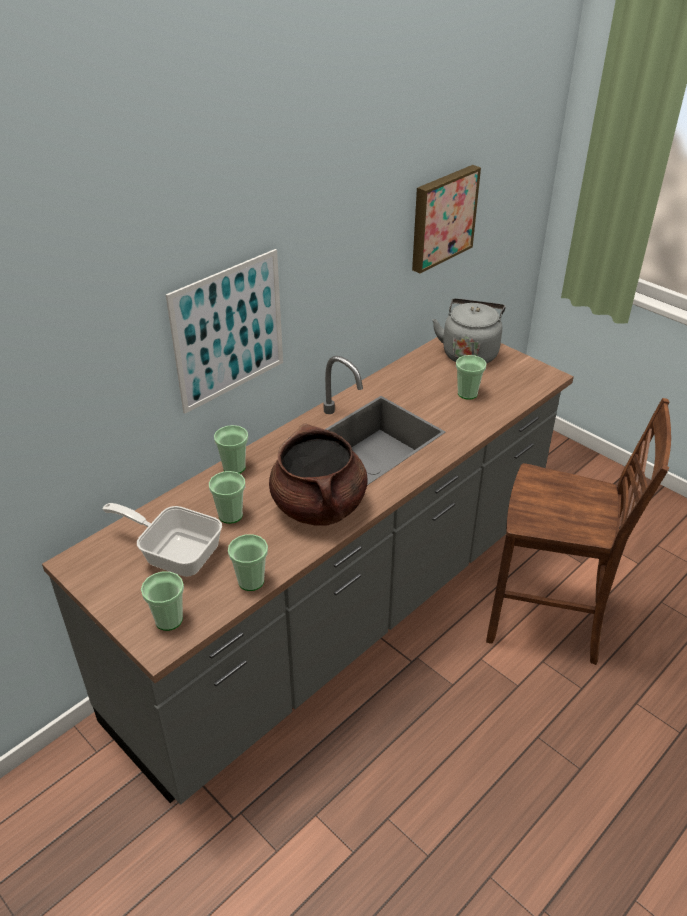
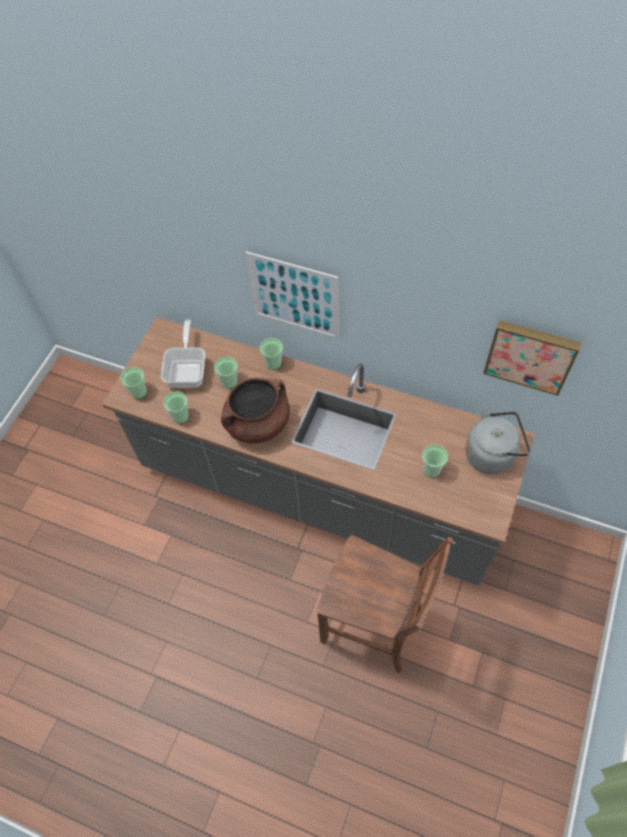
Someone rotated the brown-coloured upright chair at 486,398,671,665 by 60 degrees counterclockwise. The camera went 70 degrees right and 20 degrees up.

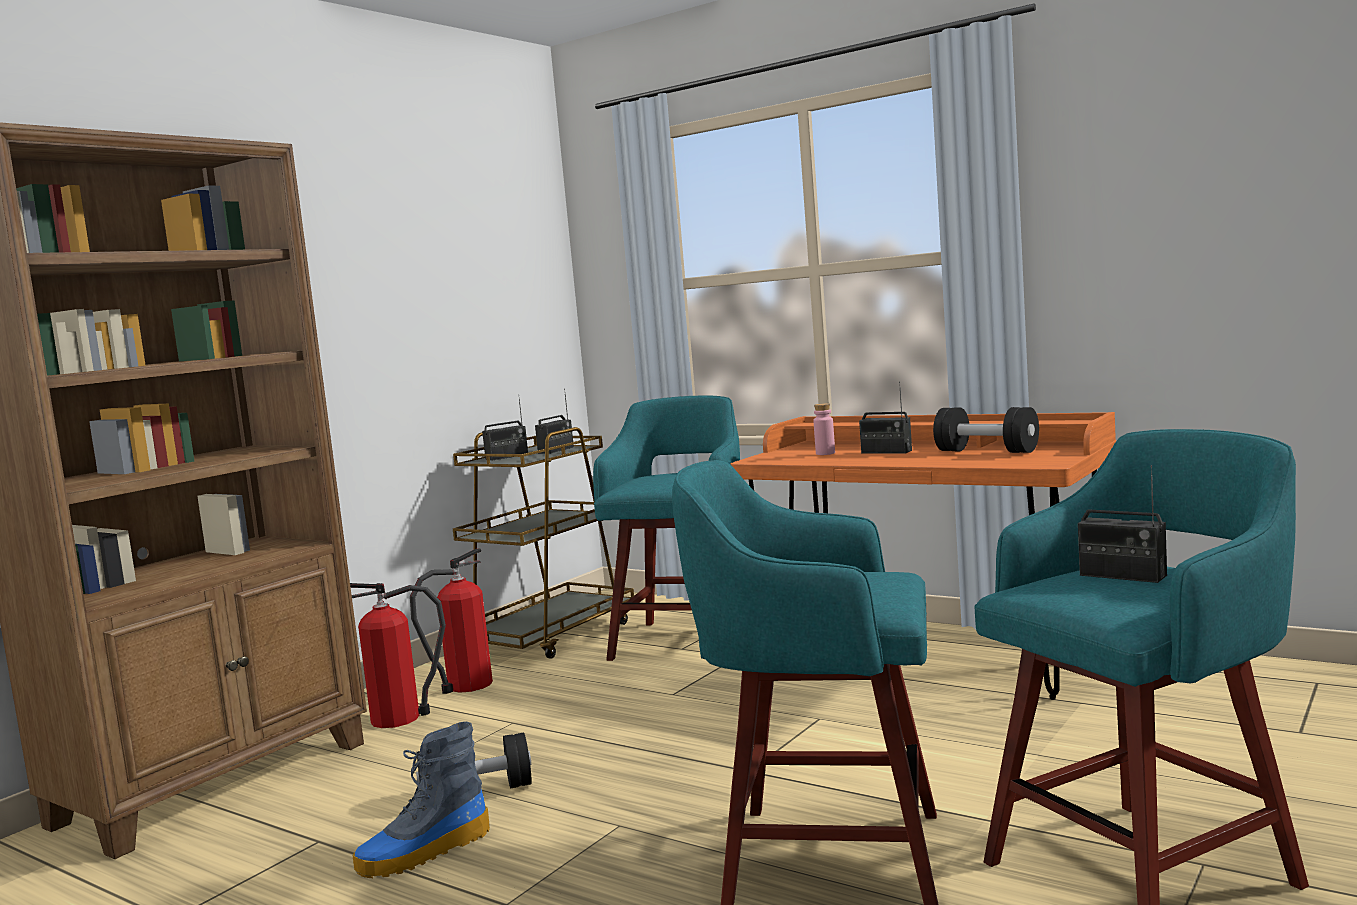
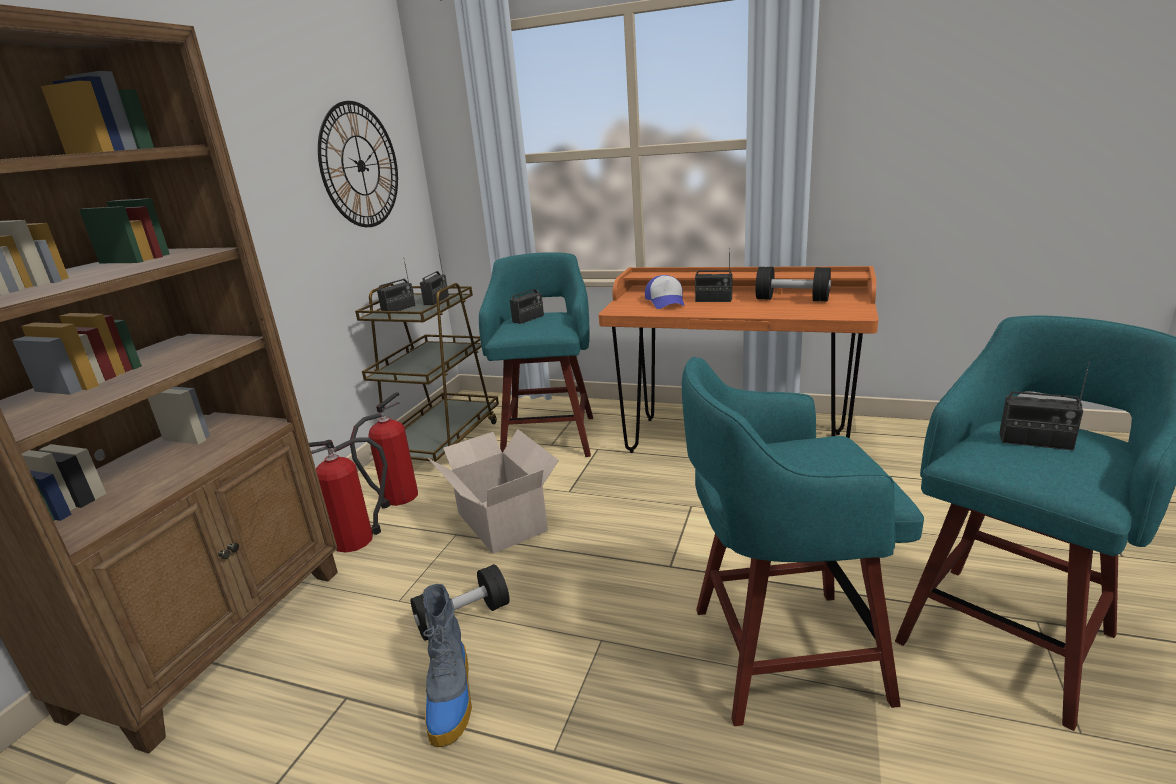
Someone put up the wall clock at 318,101,398,227. Someone rotated the high-top boot at 353,721,490,878 by 45 degrees counterclockwise. Someone put down the carton at 428,429,559,554. Someone put down the radio receiver at 510,268,544,324. Someone swapped the pink drink bottle at 813,403,835,455 for the peaked cap at 645,275,685,309. The camera went 15 degrees left and 15 degrees up.

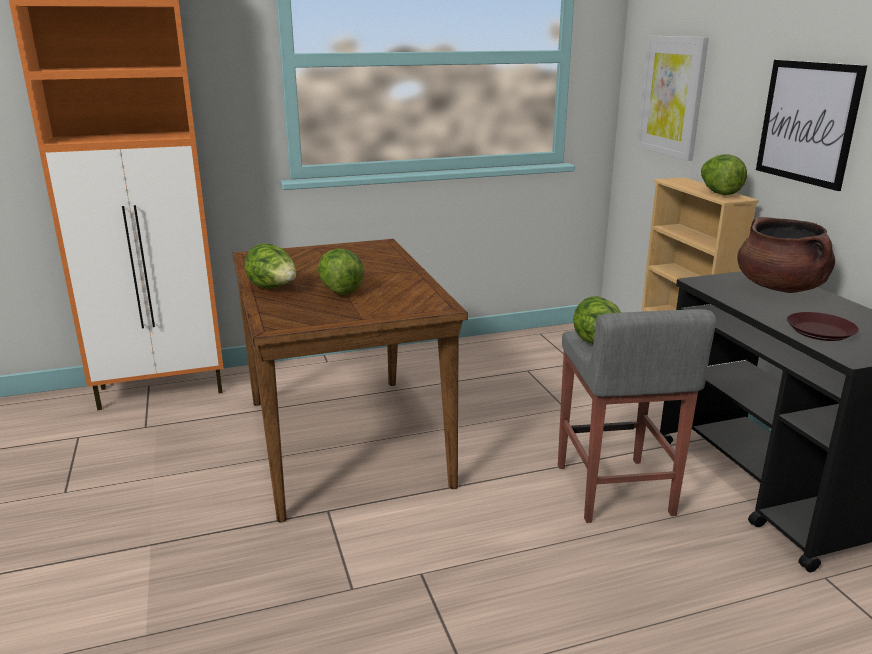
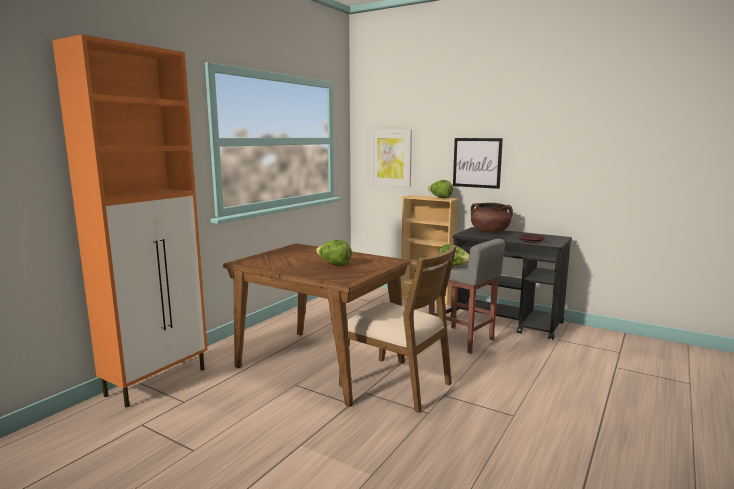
Someone put down the brown-coloured upright chair at 339,245,457,413. Someone took away the head of lettuce at 245,244,296,288. The camera went 40 degrees left and 10 degrees down.

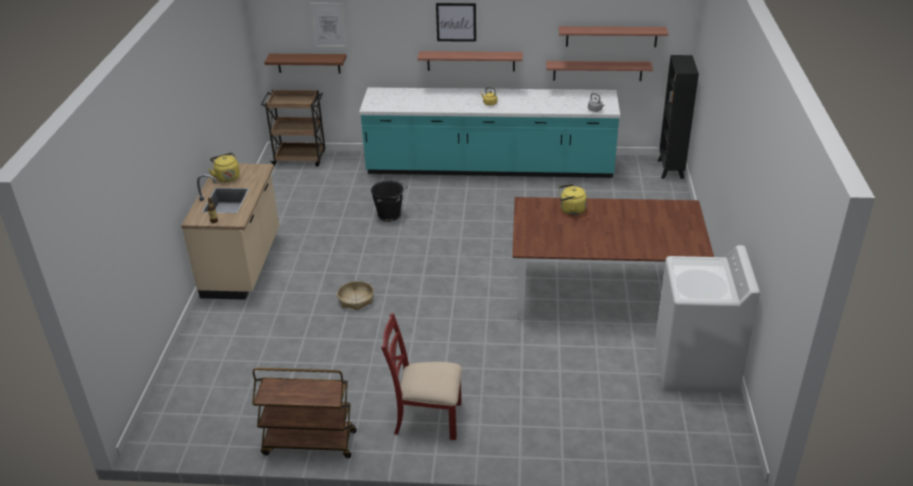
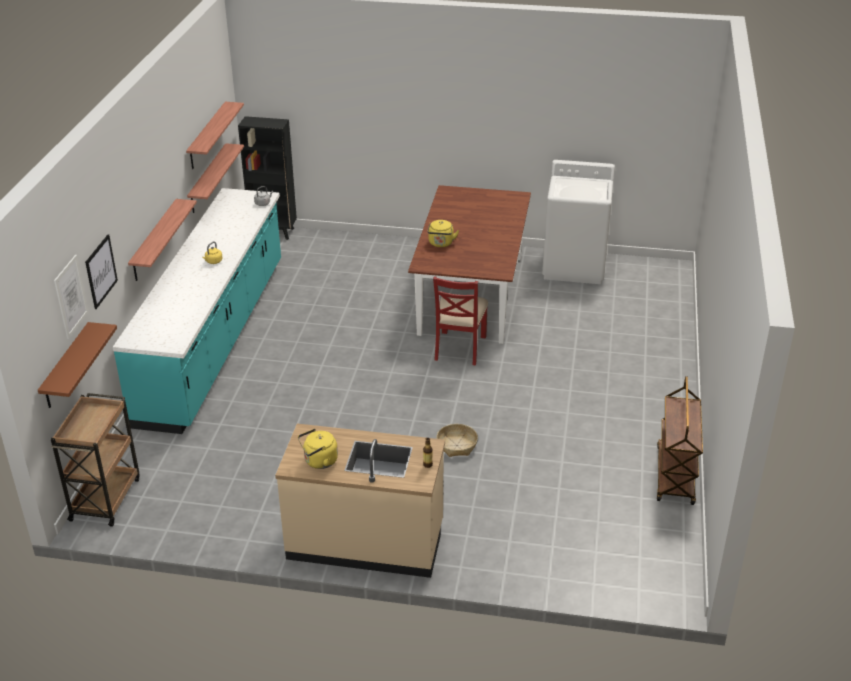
Someone carried the wall picture from 436,3,476,42 to 85,235,118,309. Someone carried the red upright chair from 381,313,462,440 to 433,276,488,365. Someone took away the black pail at 371,180,407,222. The camera went 85 degrees left and 0 degrees up.

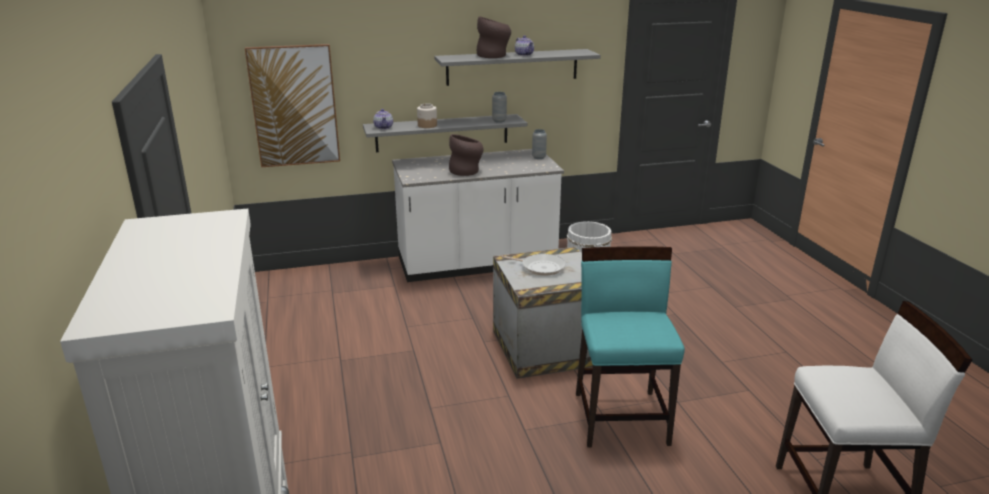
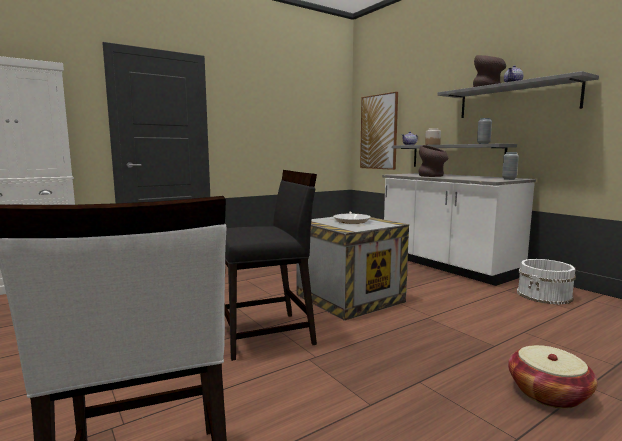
Someone repainted the turquoise upright chair at 576,246,685,448, which became the black upright chair at 225,170,317,361. Someone put down the storage basket at 508,345,598,409. The camera went 70 degrees right and 15 degrees down.

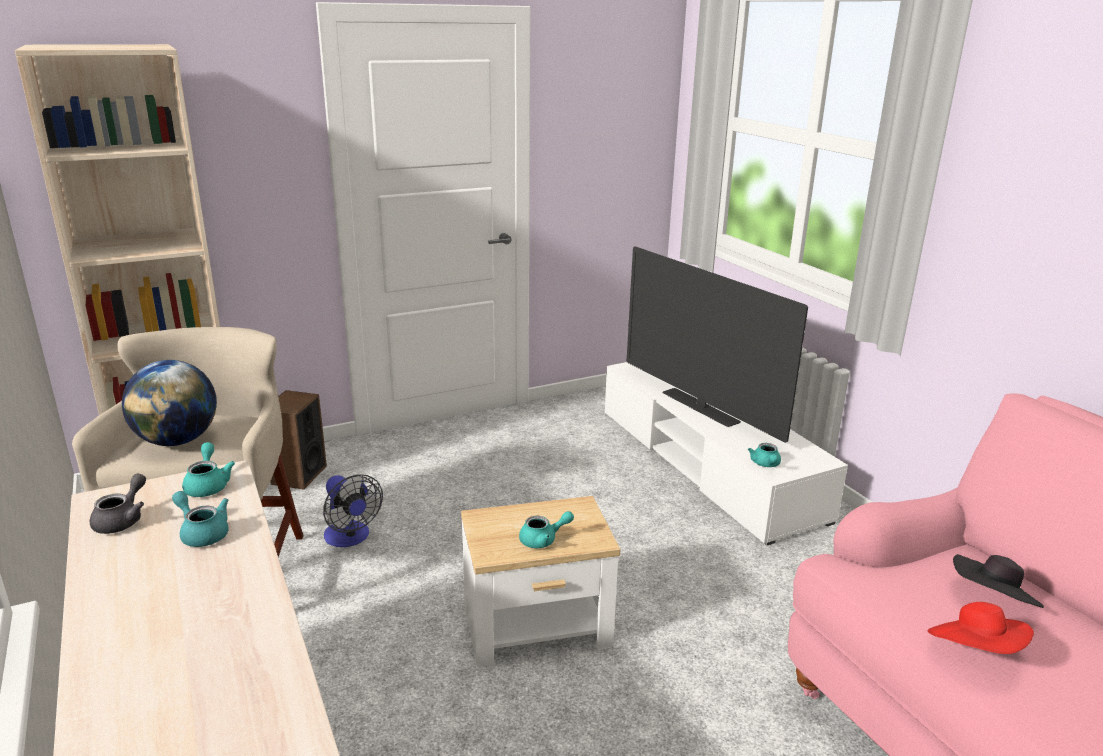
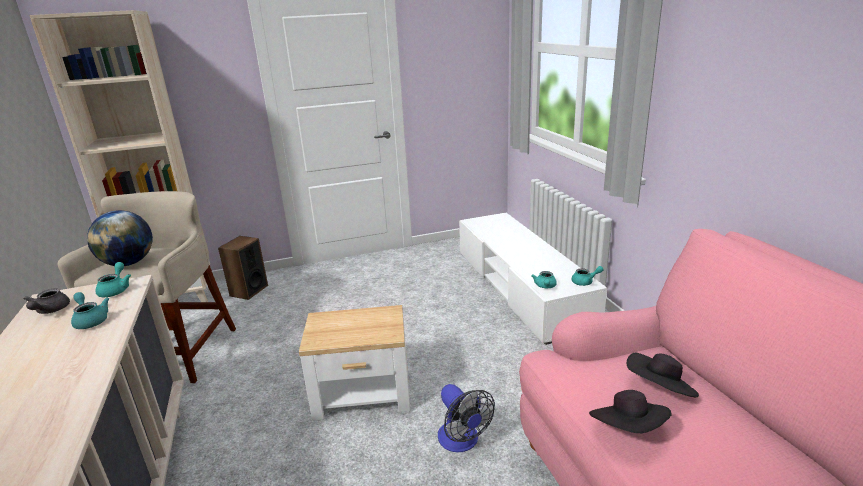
Someone rotated the greyish pot for tea at 90,474,146,534 by 150 degrees clockwise. Someone carried the fan from 323,474,383,547 to 438,384,495,452. Someone carried the turquoise pot for tea from 519,511,574,548 to 572,266,604,286. Someone repainted the red clothing hat at 928,602,1034,654, which became the black clothing hat at 589,390,671,433. Someone took away the TV set at 627,246,808,443. The camera went 10 degrees right and 0 degrees up.

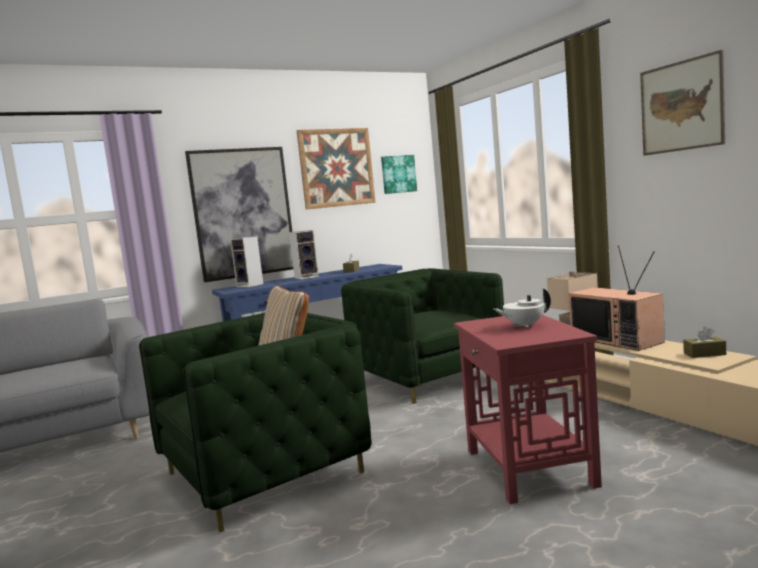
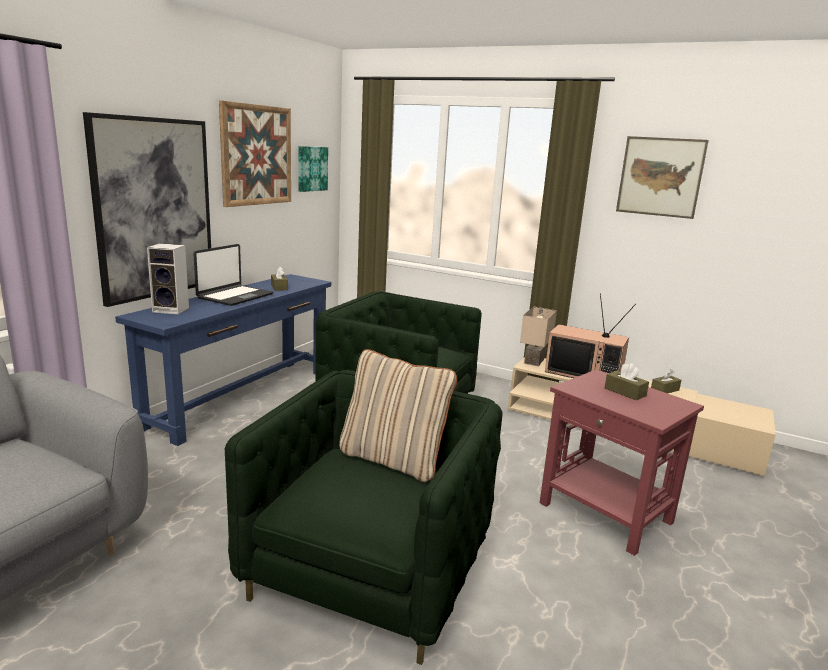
Someone swapped the speaker at 289,230,319,280 for the laptop at 194,244,273,306. Someone swapped the white pot for tea at 494,288,551,328 for the brown-coloured tissue box at 605,363,649,400. The camera went 35 degrees left and 10 degrees up.

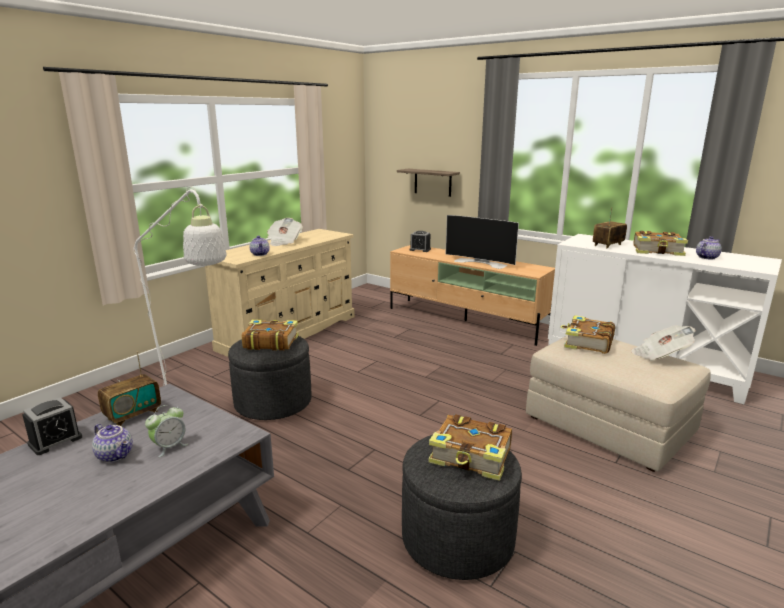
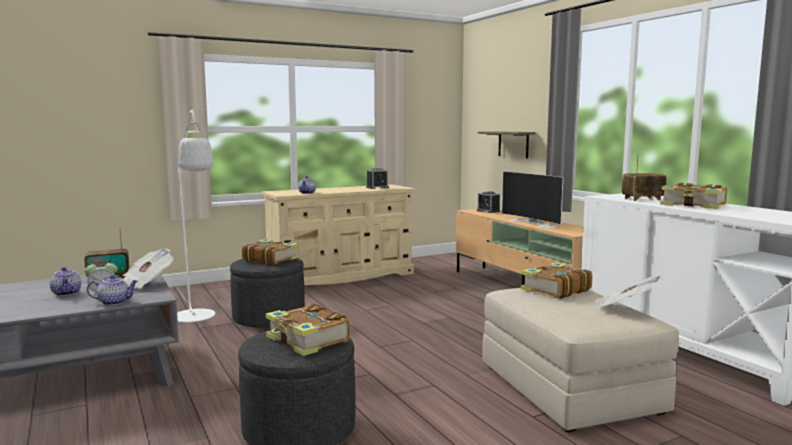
Someone carried the pot for tea from 696,236,722,260 to 87,275,138,306. Someone carried the newspaper from 267,218,303,246 to 123,249,174,289. Someone carried the bedside clock from 22,397,82,455 to 366,168,389,189. The camera went 25 degrees right and 10 degrees down.

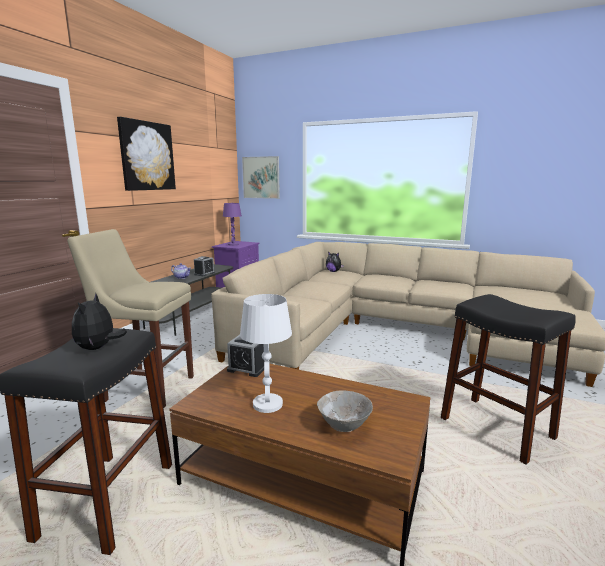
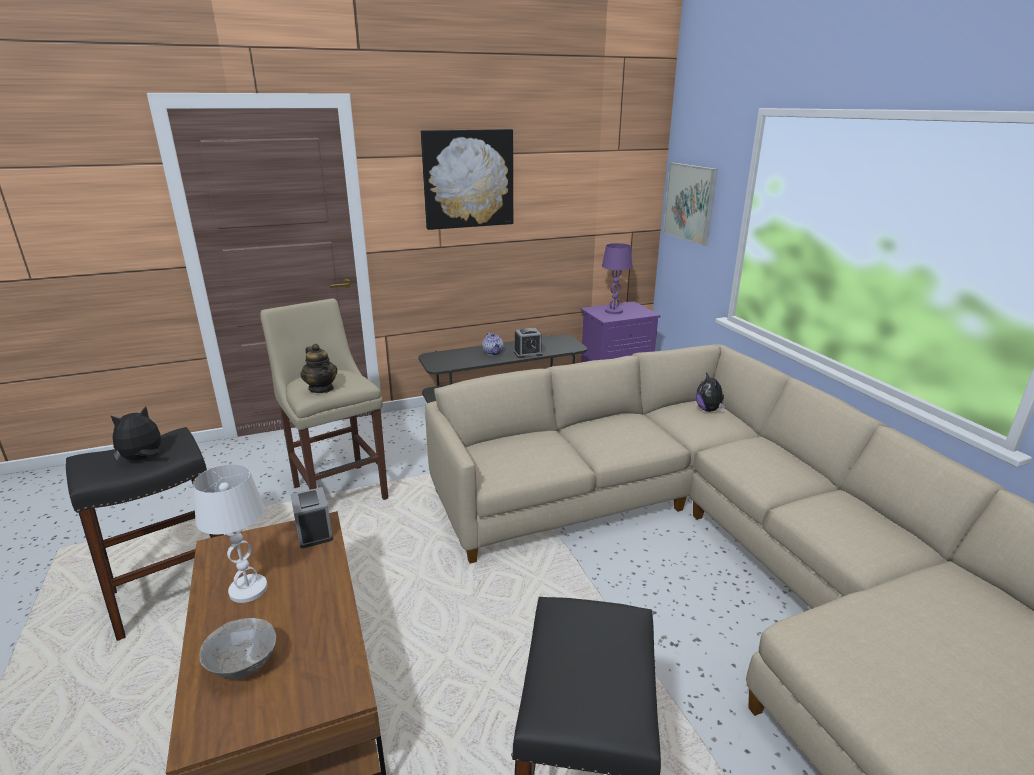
Someone put down the pot for tea at 301,344,337,393. The camera went 45 degrees right and 10 degrees up.

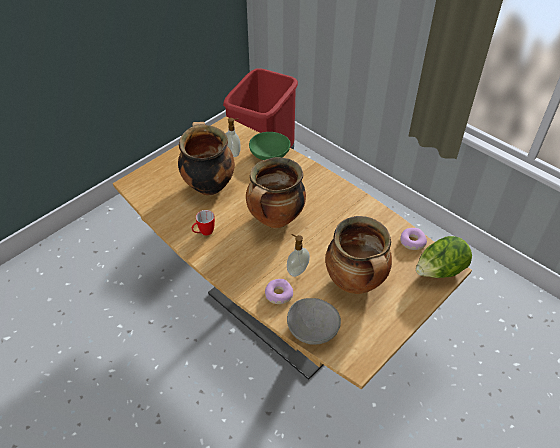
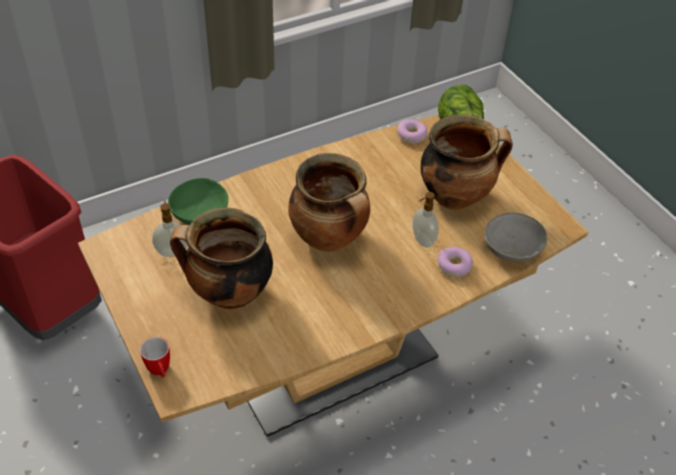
Someone carried the tea mug from 192,210,215,236 to 140,337,170,377. The camera went 75 degrees left and 0 degrees up.

